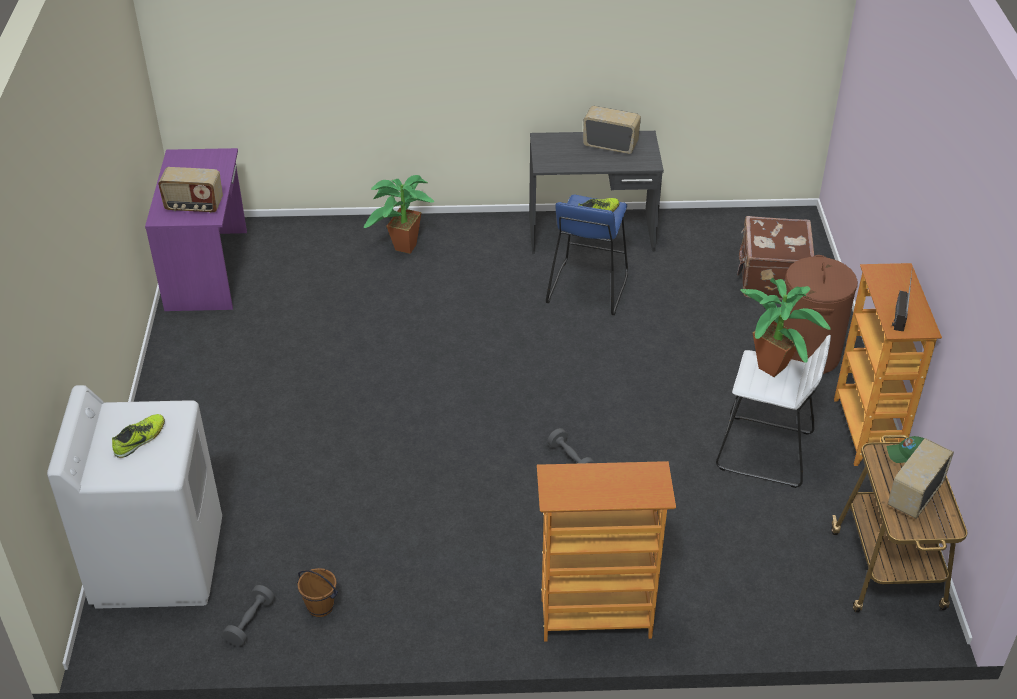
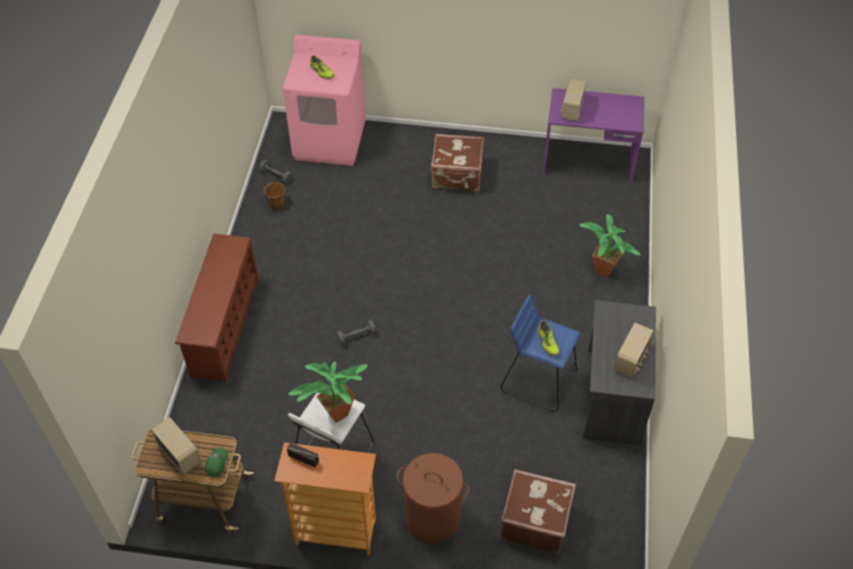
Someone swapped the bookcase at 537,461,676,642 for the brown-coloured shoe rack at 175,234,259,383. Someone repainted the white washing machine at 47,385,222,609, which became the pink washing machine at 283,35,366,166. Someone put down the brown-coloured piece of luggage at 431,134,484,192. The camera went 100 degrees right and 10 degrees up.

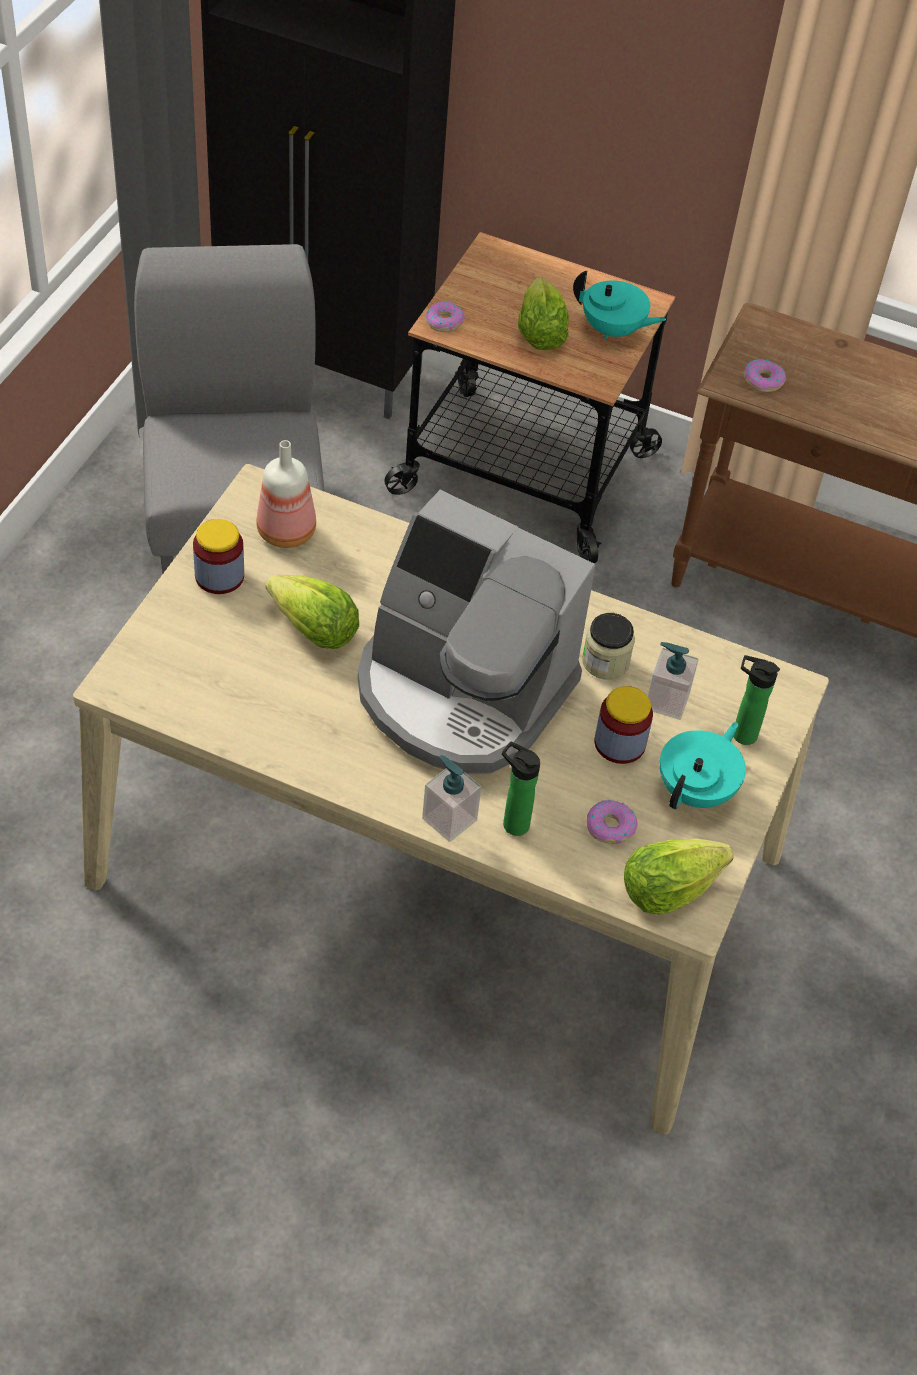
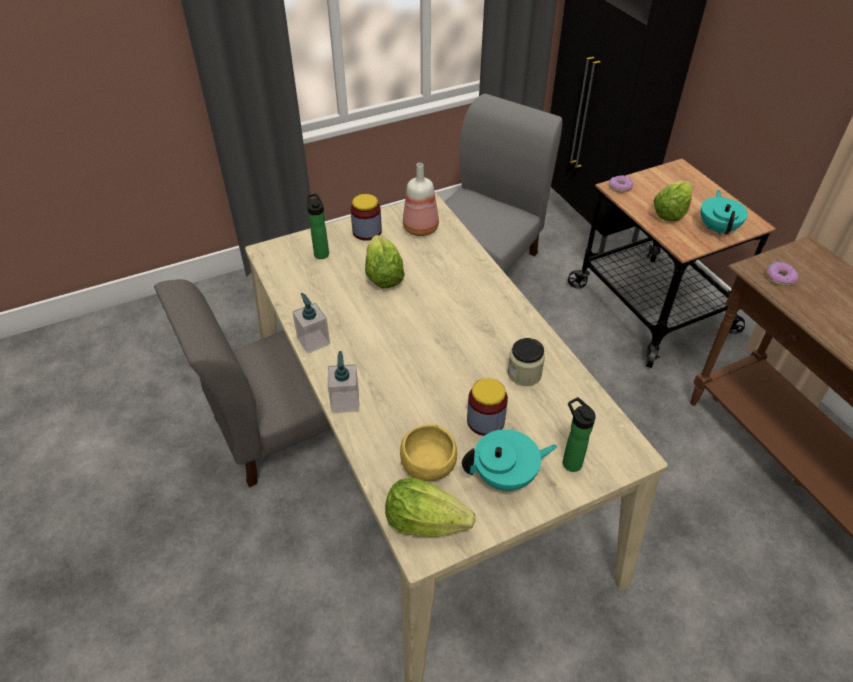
Someone put down the greyish upright chair at 154,279,332,488. Someone carried the soap bottle from 648,642,699,720 to 292,293,330,354. Someone carried the drink bottle from 502,742,540,836 to 307,193,329,259. Someone swapped the donut at 587,800,638,844 for the yellow-coloured bowl at 400,424,457,482. Someone rotated the turquoise pot for tea at 573,270,666,340 by 150 degrees counterclockwise. Someone took away the coffee machine at 358,490,595,774. The camera went 45 degrees right and 5 degrees down.

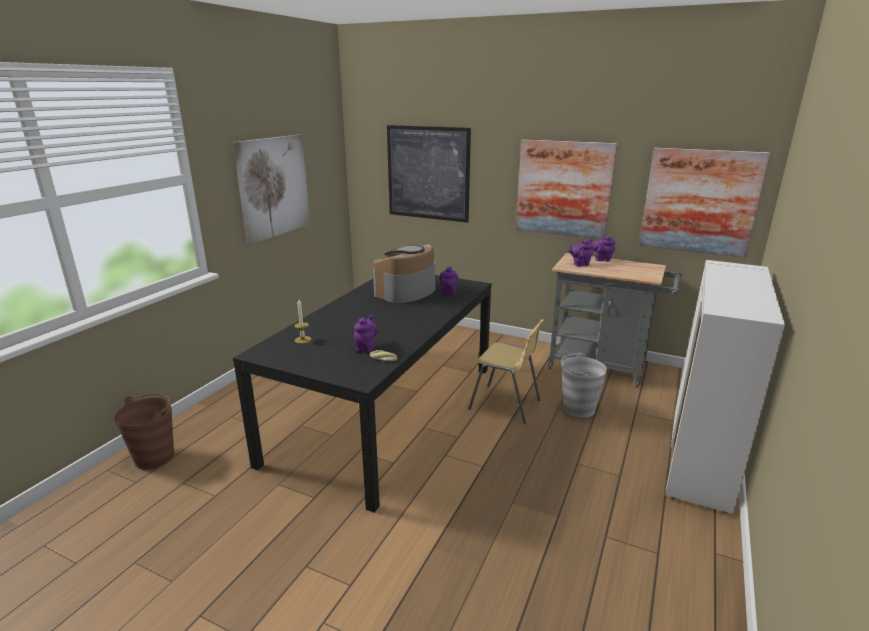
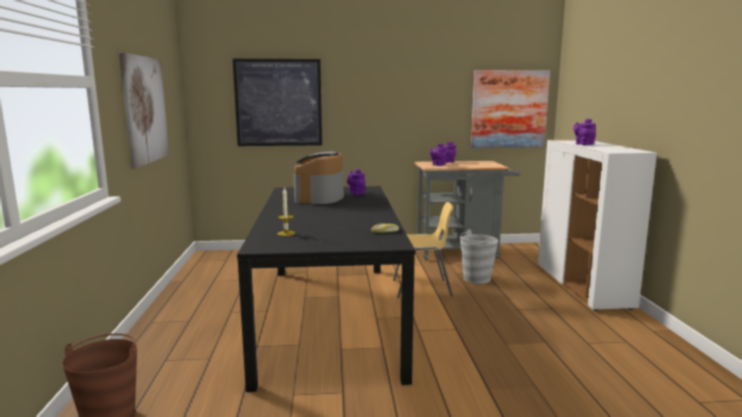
Someone carried the purple pot for tea from 354,315,378,353 to 573,119,596,145. Someone took away the wall picture at 516,139,617,239. The camera went 30 degrees left and 10 degrees down.

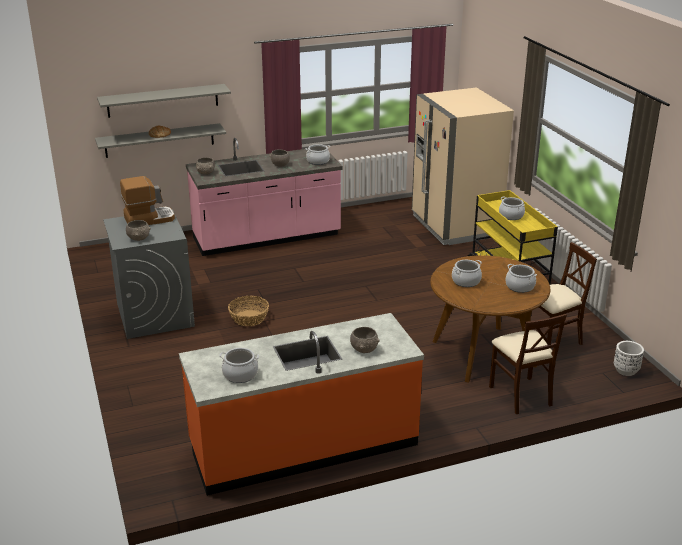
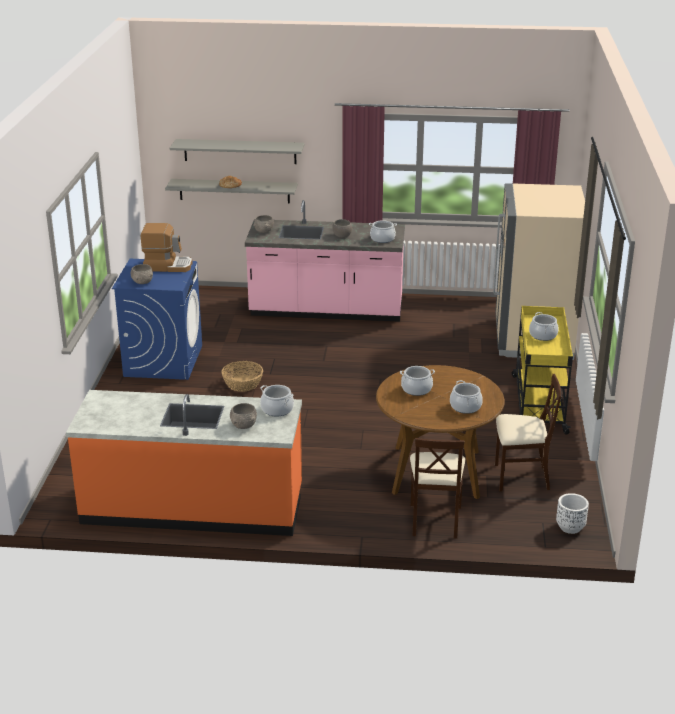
Someone repainted the greyish washing machine at 103,210,195,339, which became the bluish washing machine at 112,259,202,380. Someone carried the saucepot from 219,348,259,383 to 260,385,294,417. The camera went 25 degrees right and 0 degrees up.

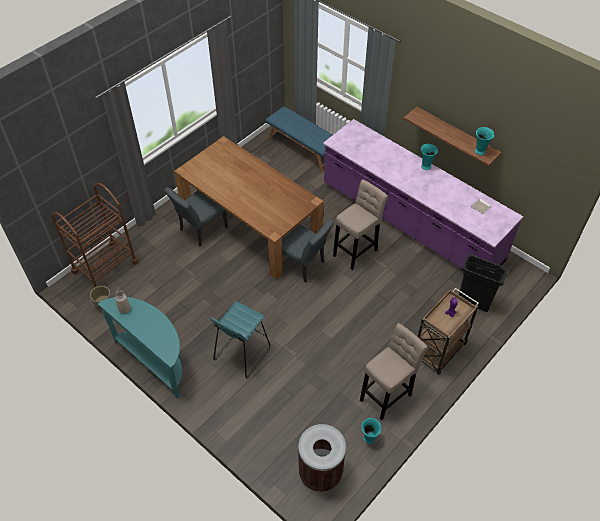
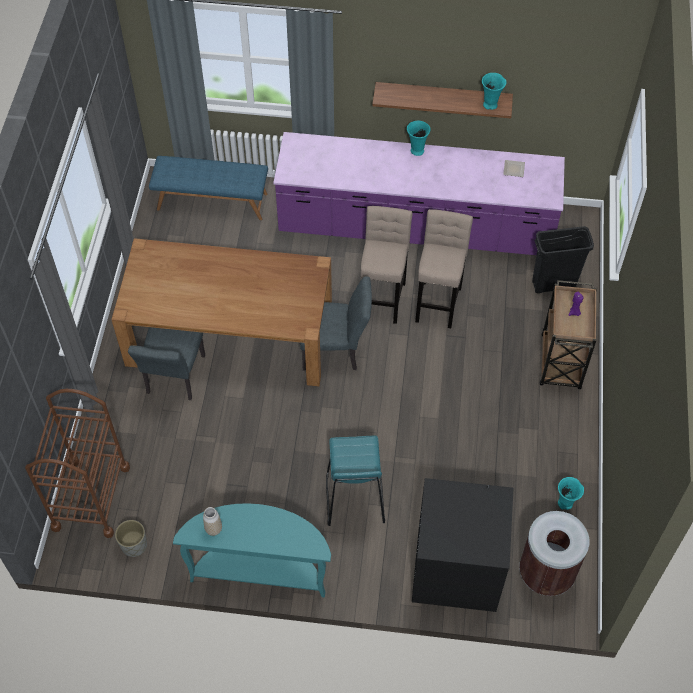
Someone put down the black washing machine at 412,478,513,612. Someone carried the beige sitting stool from 360,323,428,421 to 415,209,473,328. The camera went 35 degrees left and 5 degrees up.

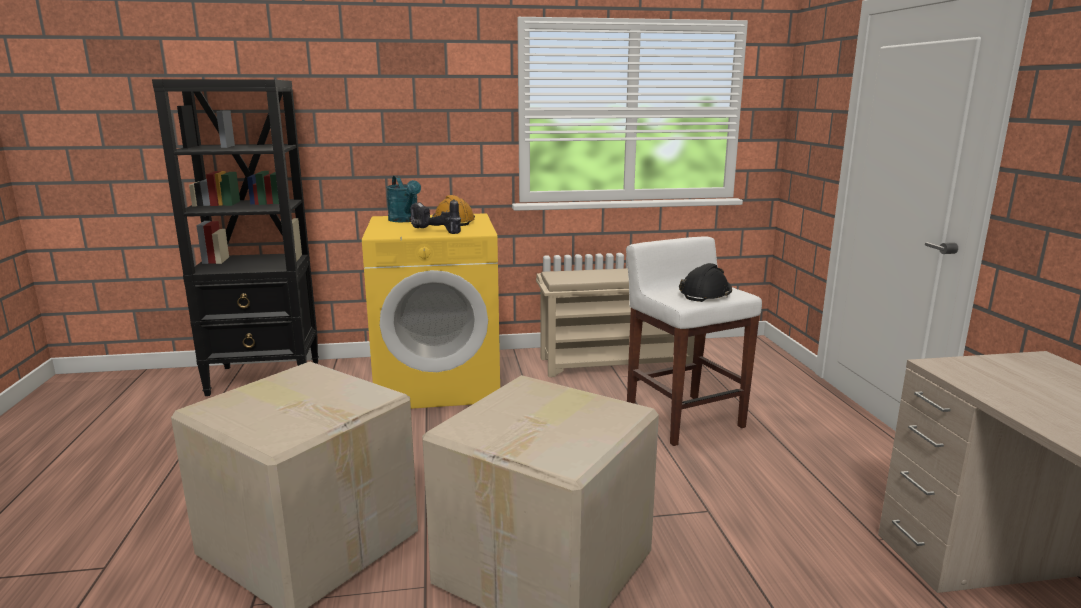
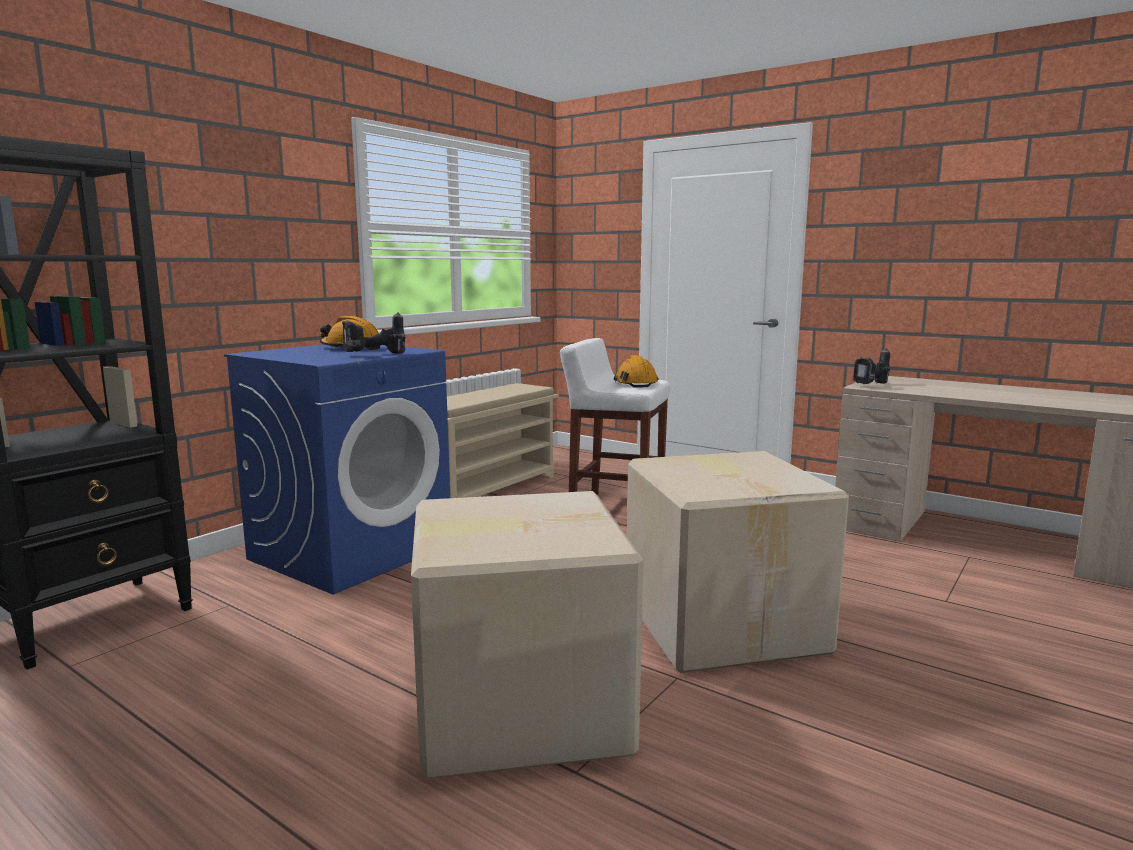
Someone repainted the yellow-coloured washing machine at 362,213,500,409, which became the bluish washing machine at 224,344,450,595. Someone repainted the black work helmet at 679,263,732,302, which became the orange-coloured work helmet at 614,355,659,387. Someone put down the power drill at 853,349,890,384. Someone took away the turquoise sprinkling can at 386,176,421,222. The camera went 45 degrees left and 5 degrees down.

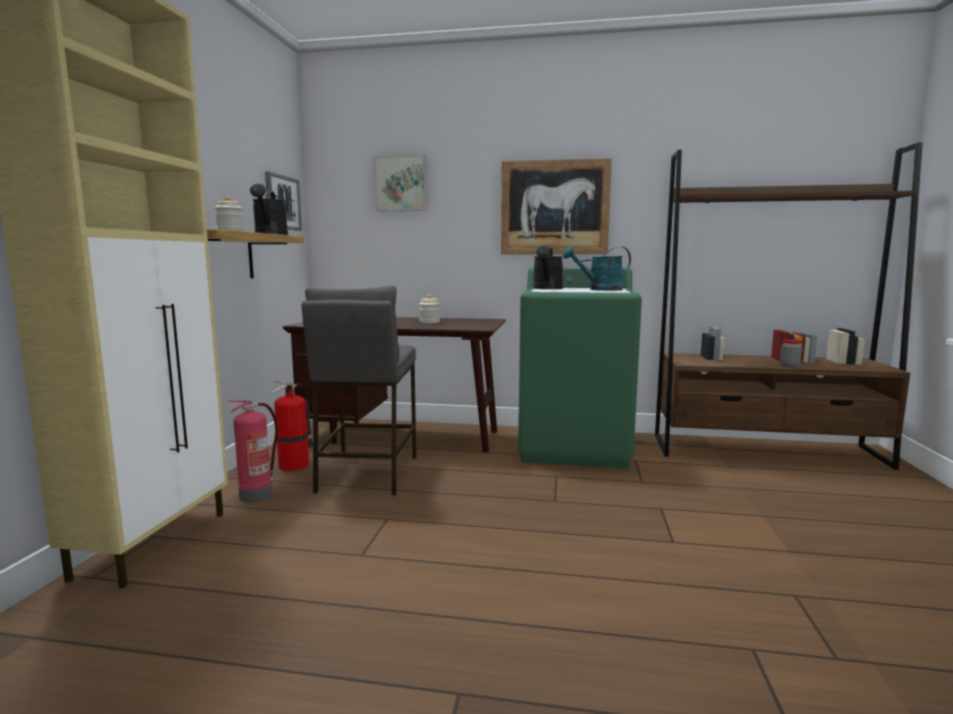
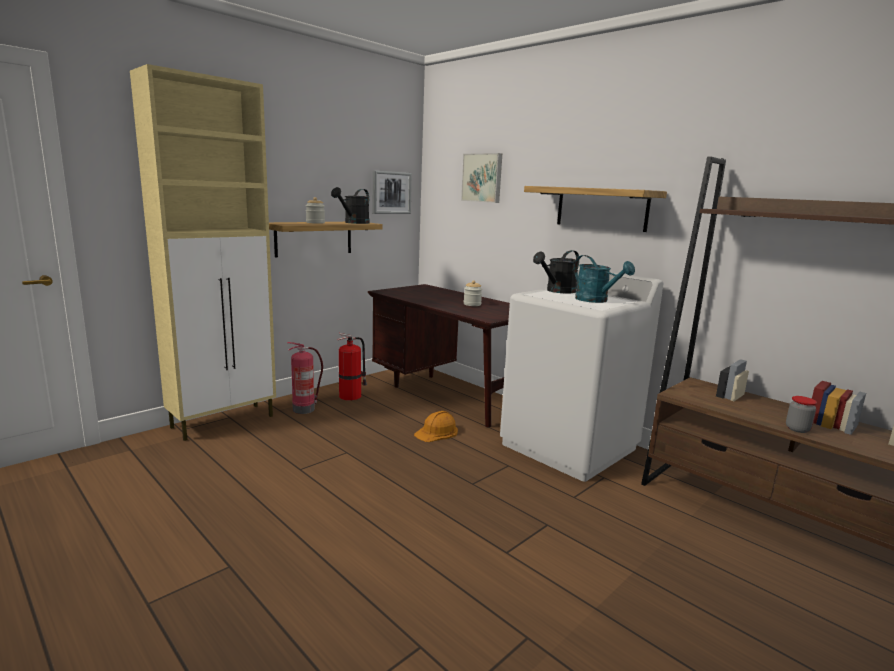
Someone put down the orange-coloured work helmet at 414,411,458,442. Someone repainted the green-coloured washing machine at 518,268,642,468, which became the white washing machine at 500,267,664,482. Someone swapped the wall picture at 501,158,612,254 for the bracket shelf at 524,186,667,232. Someone rotated the turquoise sprinkling can at 563,246,631,291 by 150 degrees counterclockwise. Someone took away the greyish sitting stool at 301,286,416,496. The camera went 35 degrees right and 5 degrees up.

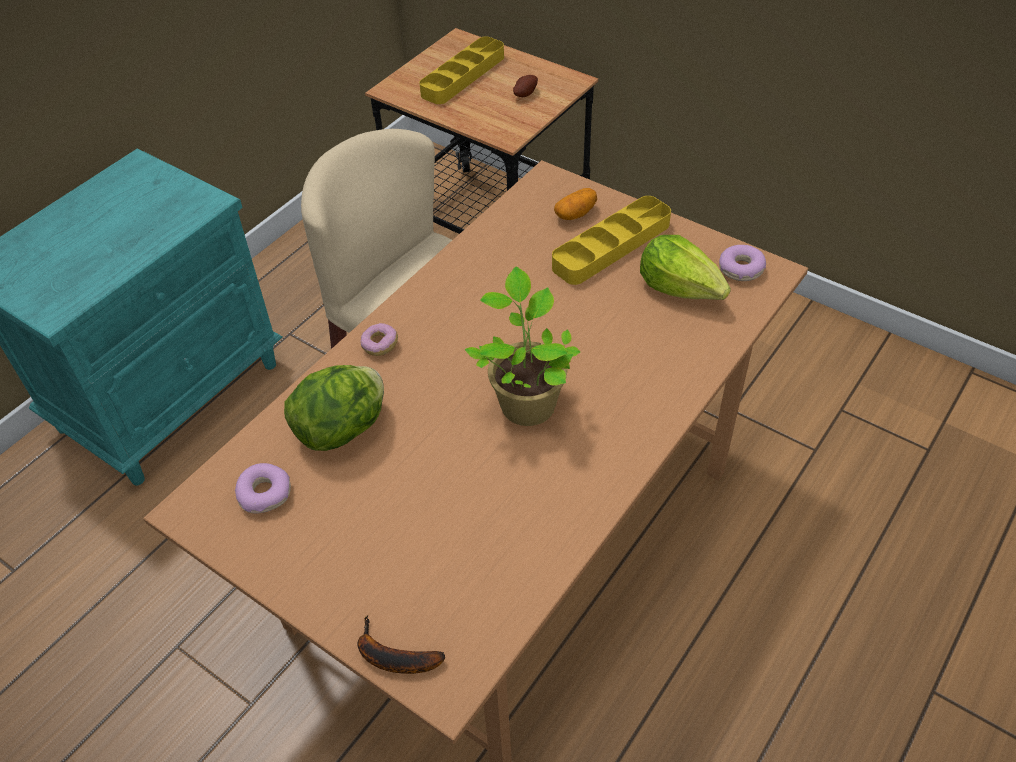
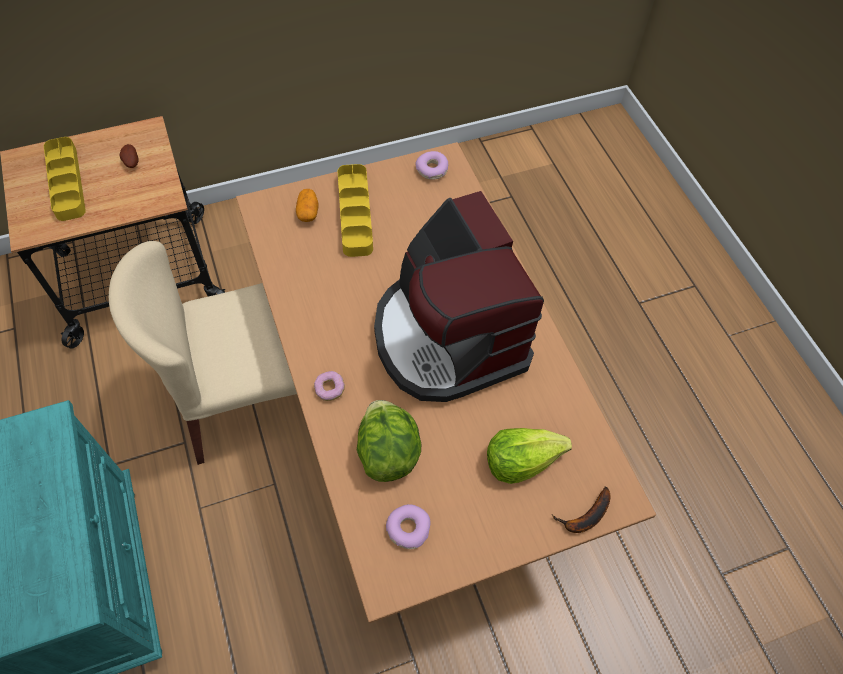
Someone swapped the houseplant at 465,266,580,426 for the coffee machine at 374,191,544,402. Someone carried the head of lettuce from 640,235,731,300 to 487,428,572,484. The camera went 60 degrees left and 10 degrees up.

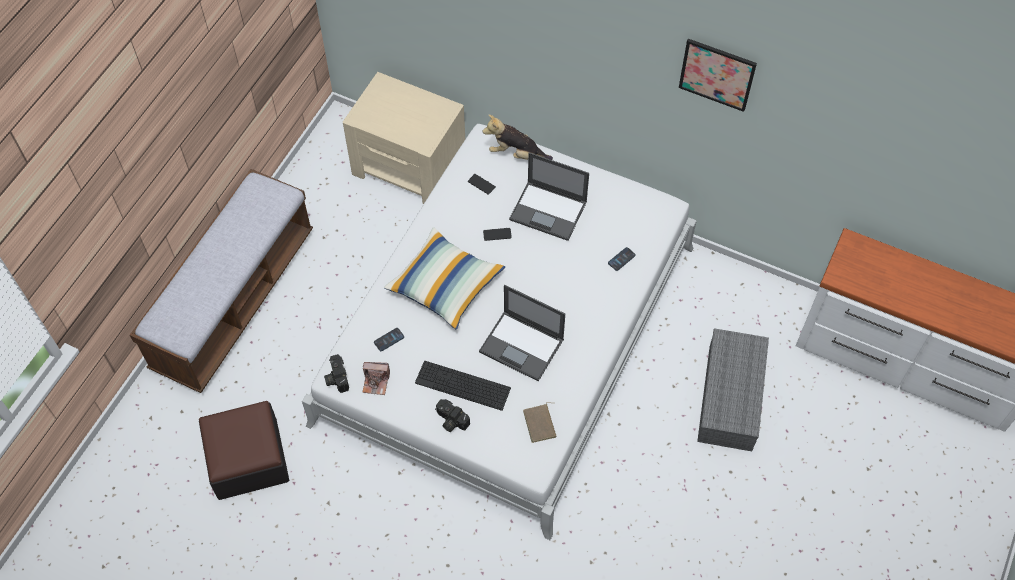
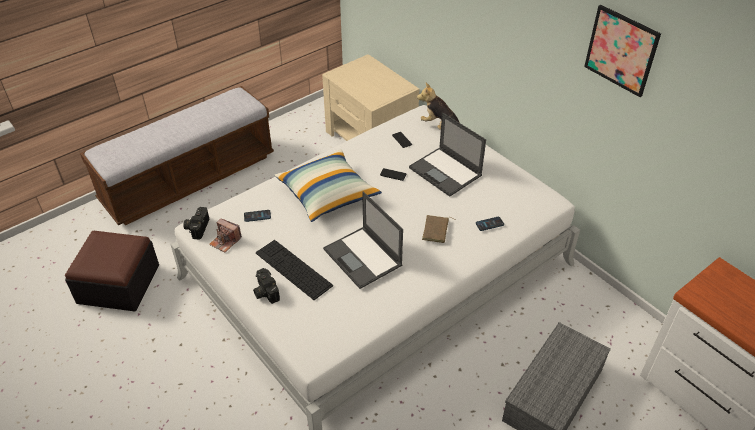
Someone carried the brown-coloured volume from 523,402,556,443 to 422,215,456,243. The camera went 25 degrees right and 15 degrees down.

